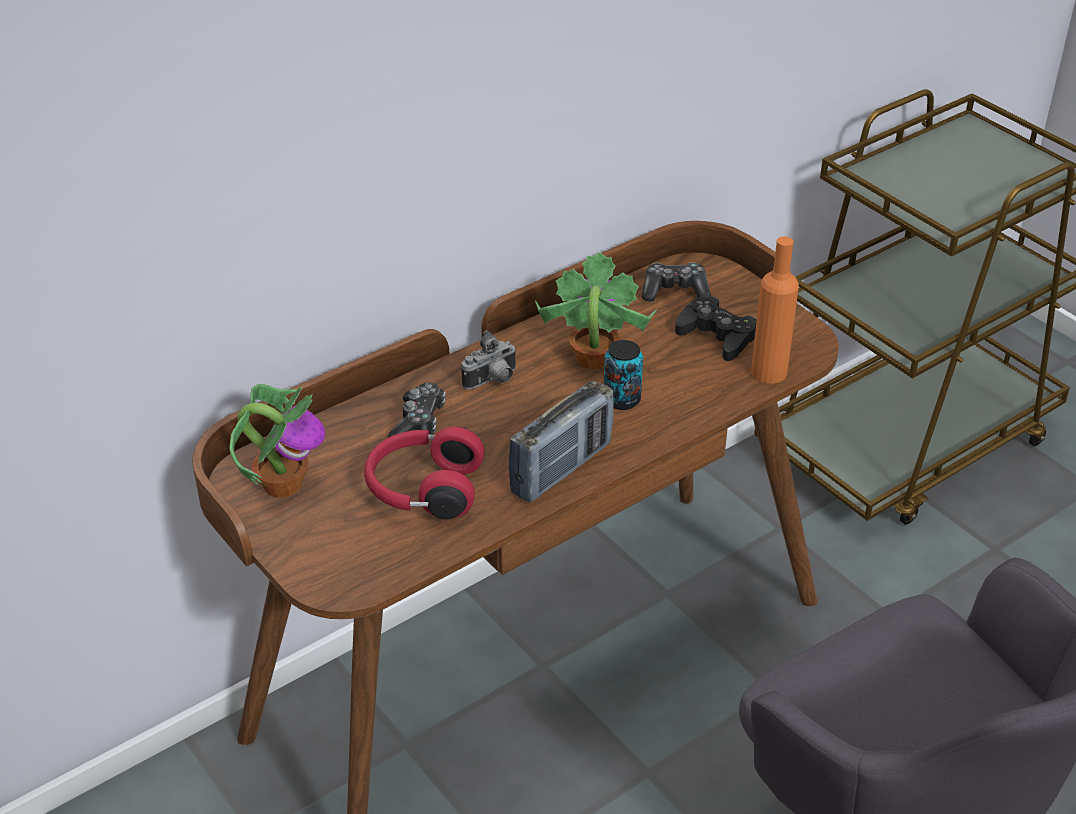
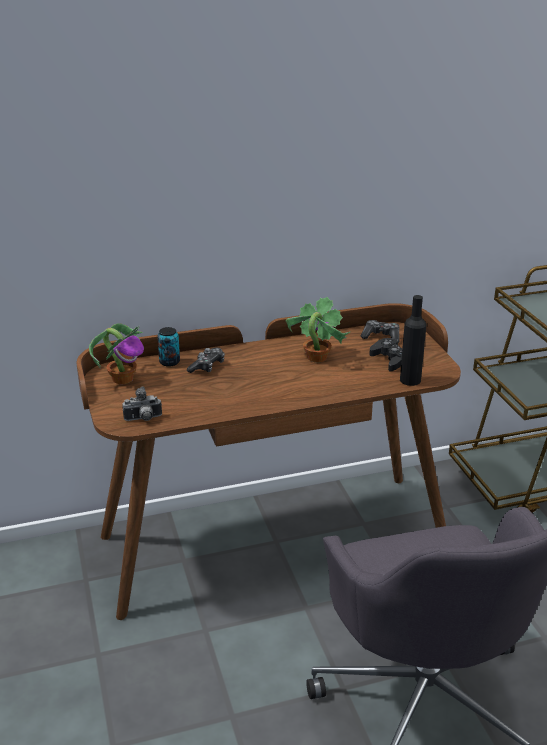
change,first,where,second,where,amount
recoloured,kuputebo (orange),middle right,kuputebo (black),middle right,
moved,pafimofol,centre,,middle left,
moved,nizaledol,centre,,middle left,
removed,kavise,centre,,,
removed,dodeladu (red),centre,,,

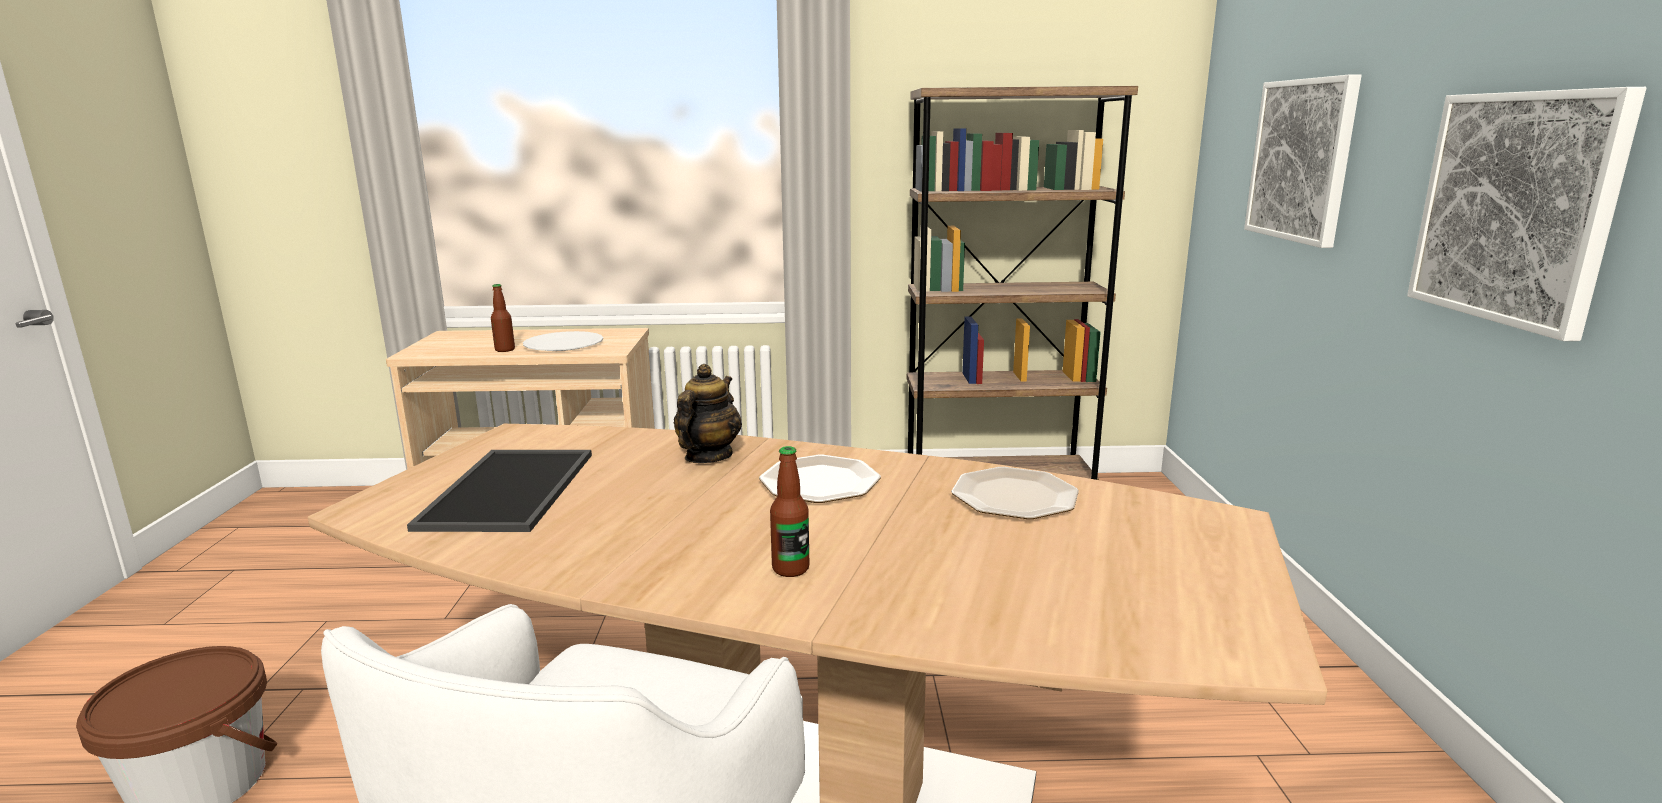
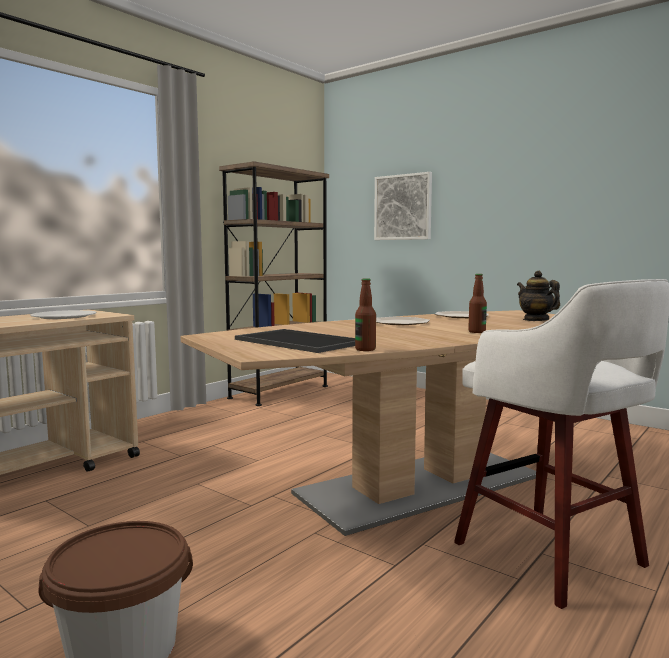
change,first,where,second,where,amount
removed,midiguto (2nd from left),top right,,,
moved,kuputebo (1st from left),middle left,,centre,
moved,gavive,centre,,middle right,

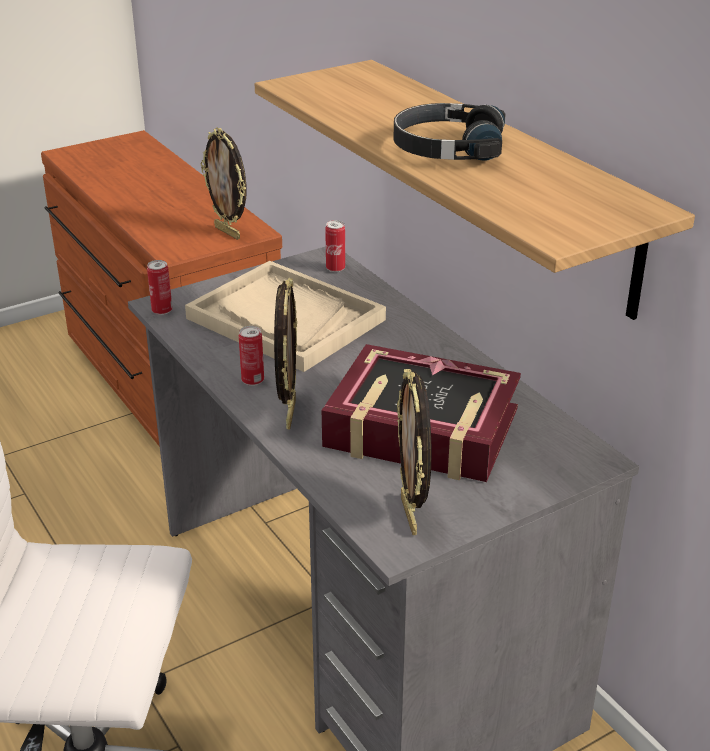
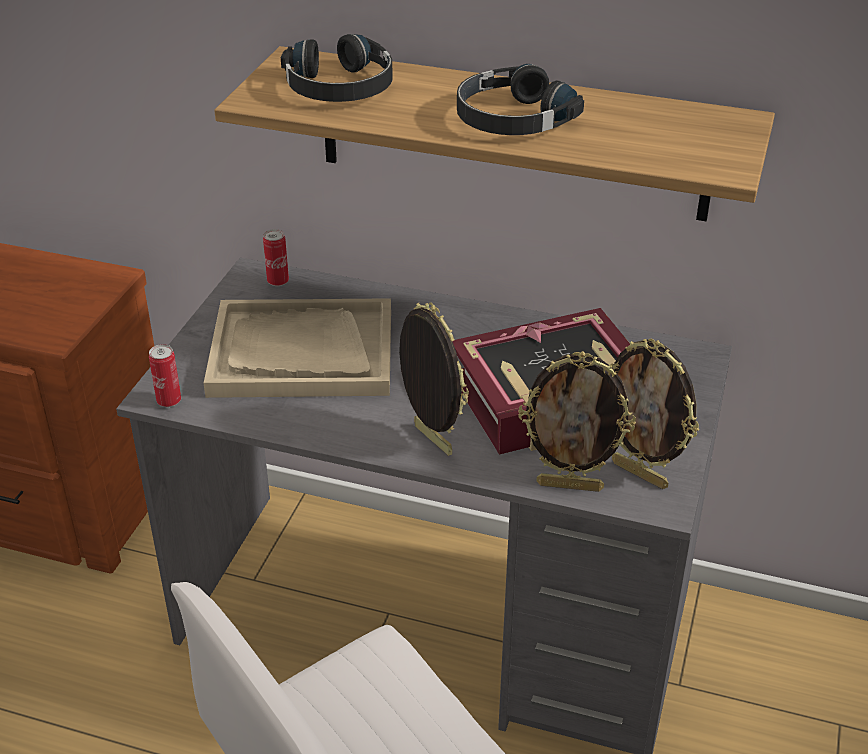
change,first,where,second,where,amount
moved,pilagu (1st from left in the first image),top left,pilagu (2nd from left),centre,
removed,nizaledol (2nd from left),centre,,,
added,,,dodeladu (black) (1st from left),top centre,

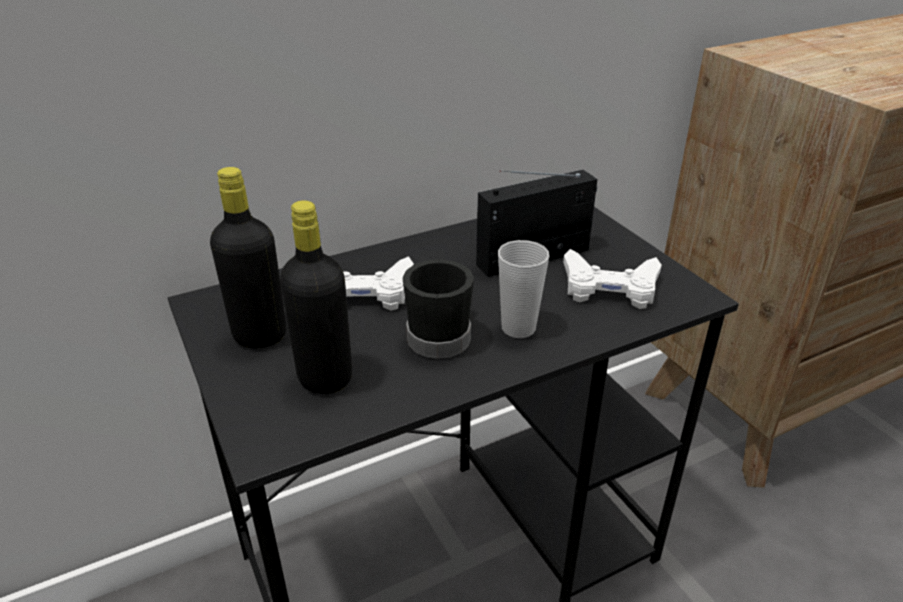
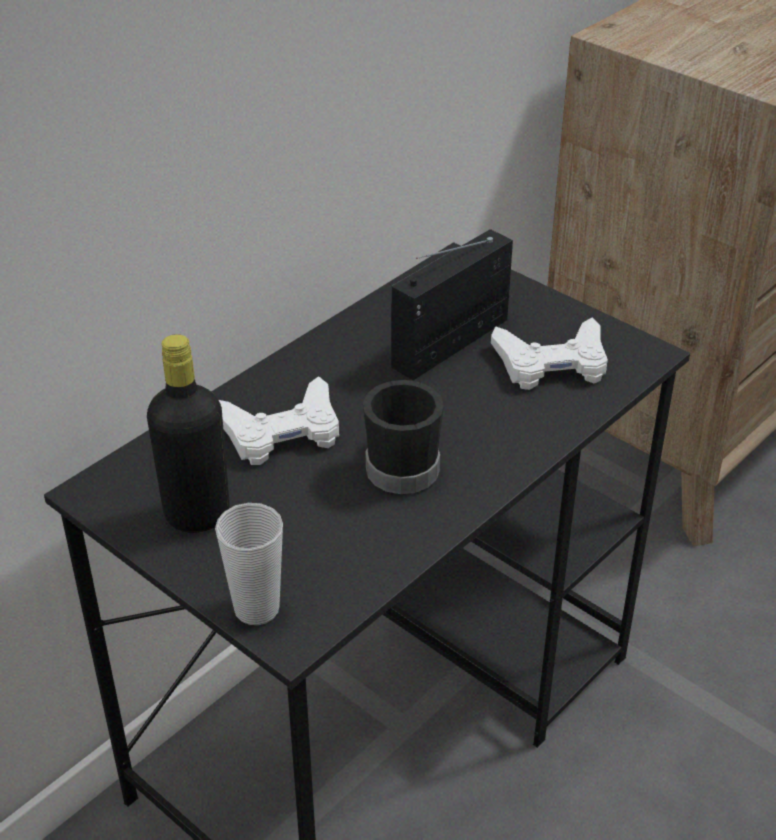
change,first,where,second,where,amount
removed,kuputebo (black) (2nd from left),centre,,,
moved,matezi,centre,,bottom left,

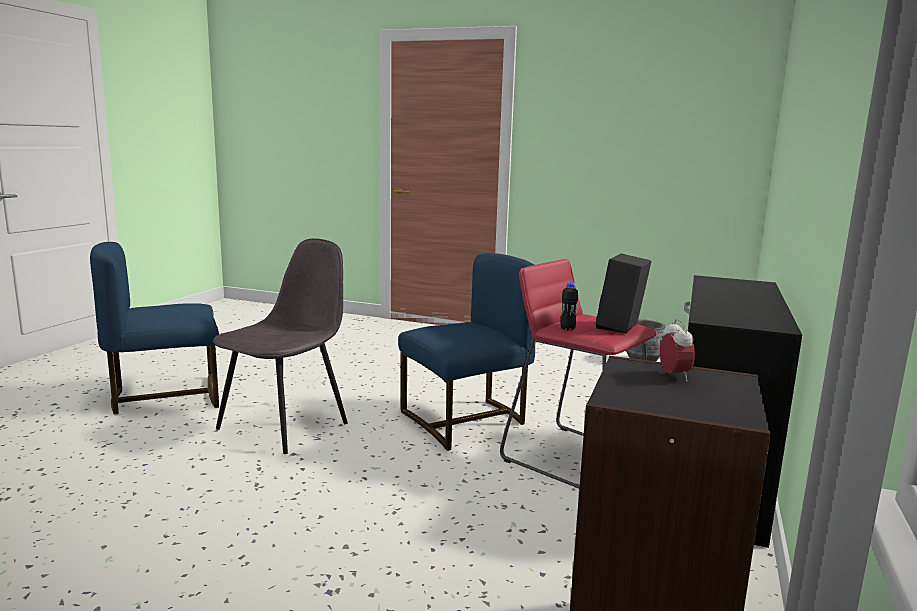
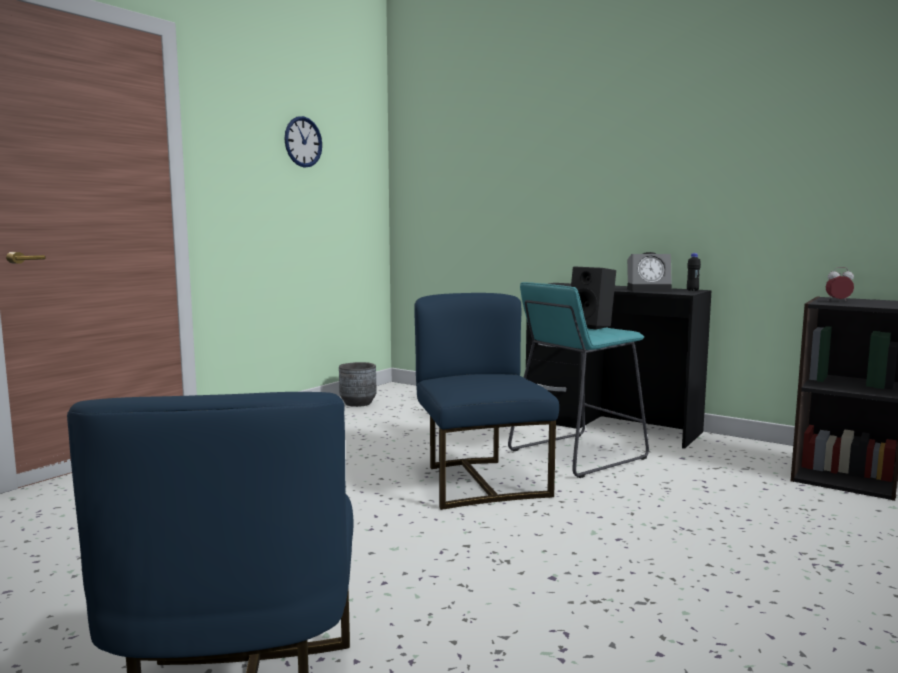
change,first,where,second,where,amount
removed,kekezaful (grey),middle left,,,
recoloured,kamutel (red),centre,kamutel (turquoise),centre,
moved,kuputebo (black),centre,,middle right,
added,,,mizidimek,top centre,
added,,,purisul (1st from left),middle right,

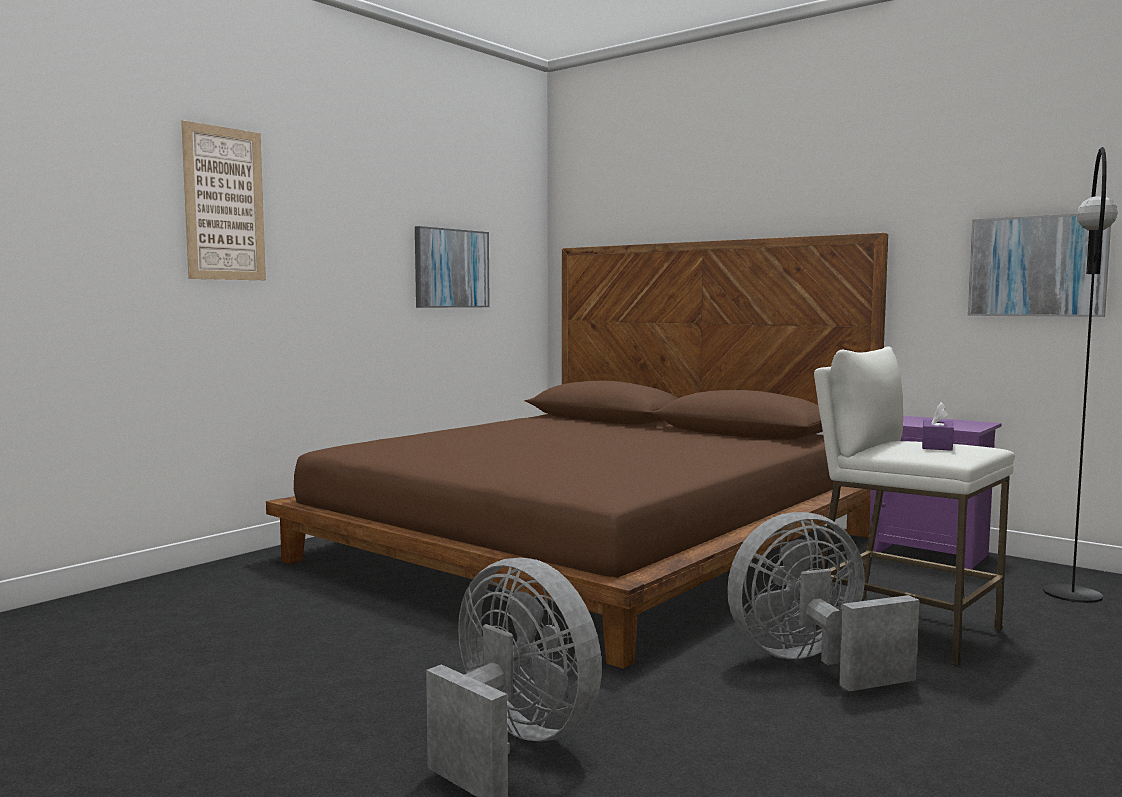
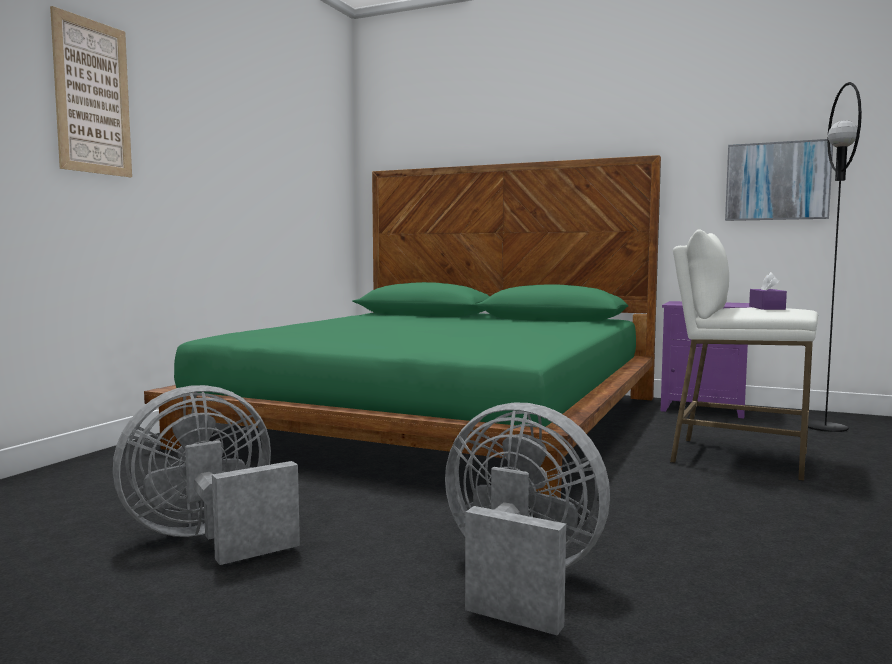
change,first,where,second,where,amount
removed,midiguto (2nd from left),centre,,,
recoloured,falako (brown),centre,falako (green),centre,
moved,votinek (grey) (2nd from left in the first image),bottom right,votinek (grey) (1st from left),bottom left,

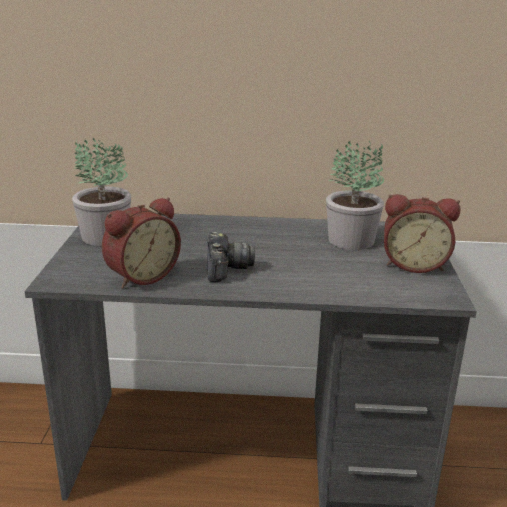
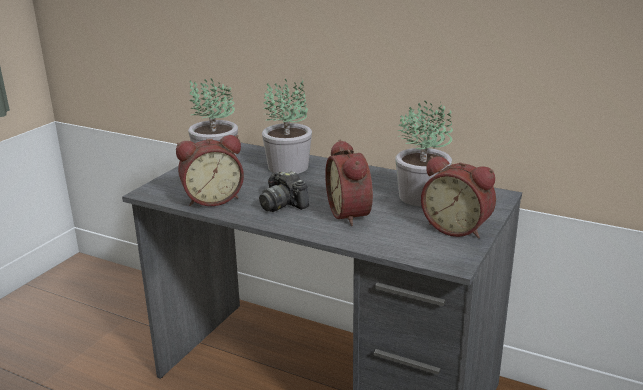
change,first,where,second,where,amount
turned,pafimofol,centre,,centre,120 degrees clockwise
added,,,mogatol (2nd from left),top centre,
added,,,purisul (2nd from left),centre,

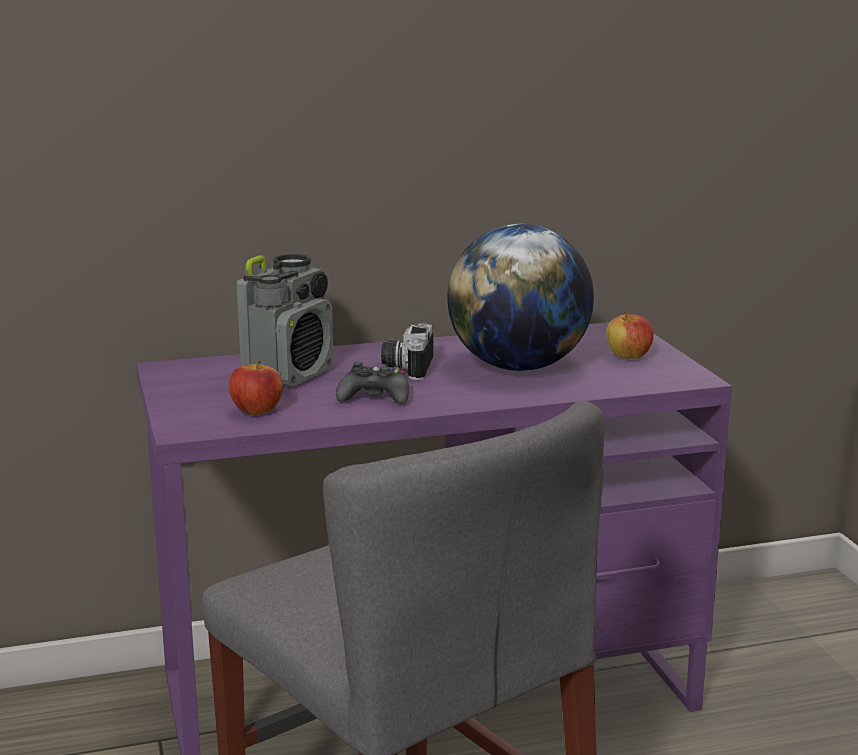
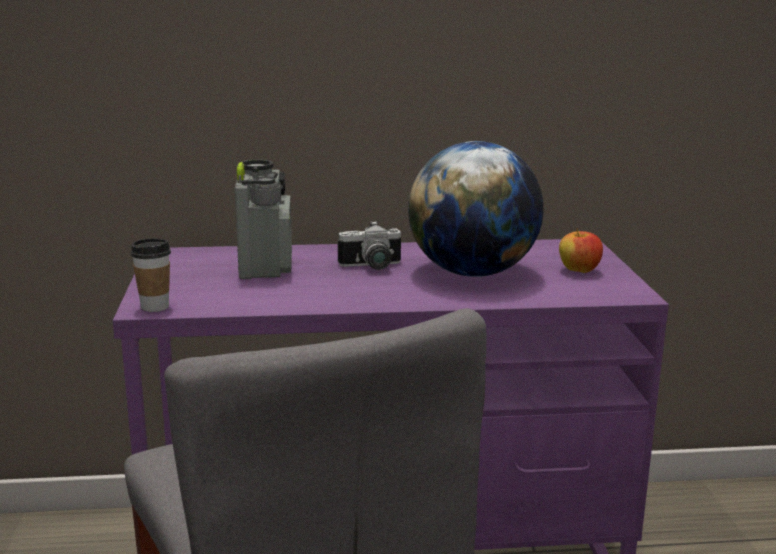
change,first,where,second,where,amount
turned,kavise,middle left,,centre,45 degrees counterclockwise
turned,pafimofol,centre,,centre,120 degrees counterclockwise
removed,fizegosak (1st from left),middle left,,,
removed,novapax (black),centre,,,
added,,,matezi,middle left,

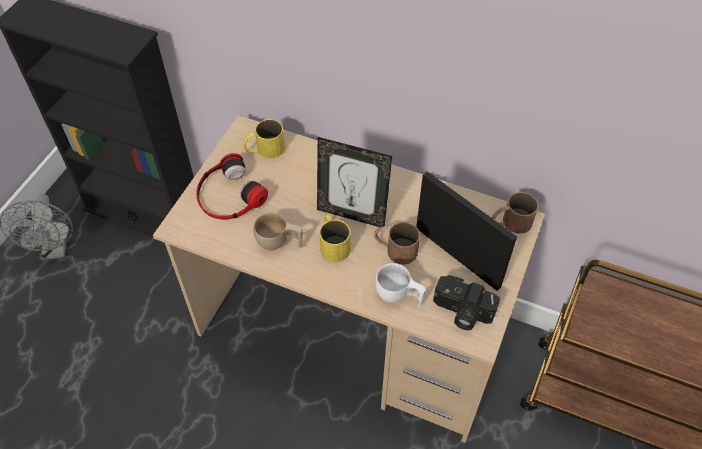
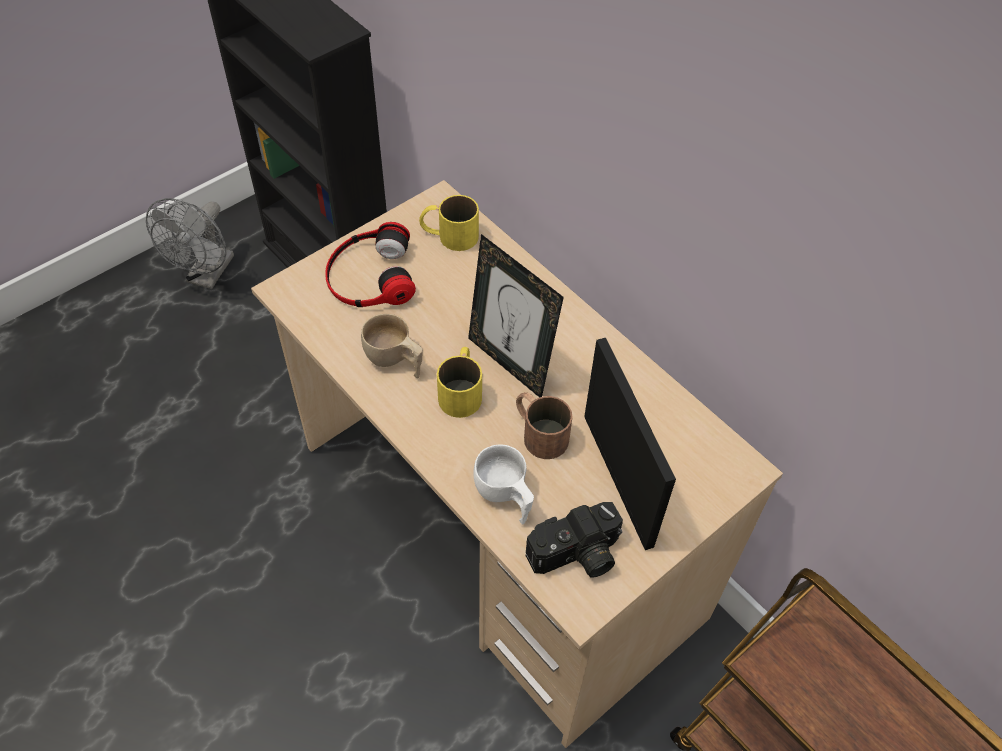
change,first,where,second,where,amount
removed,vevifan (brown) (2nd from left),middle right,,,
turned,pafimofol,bottom centre,,bottom centre,75 degrees counterclockwise

